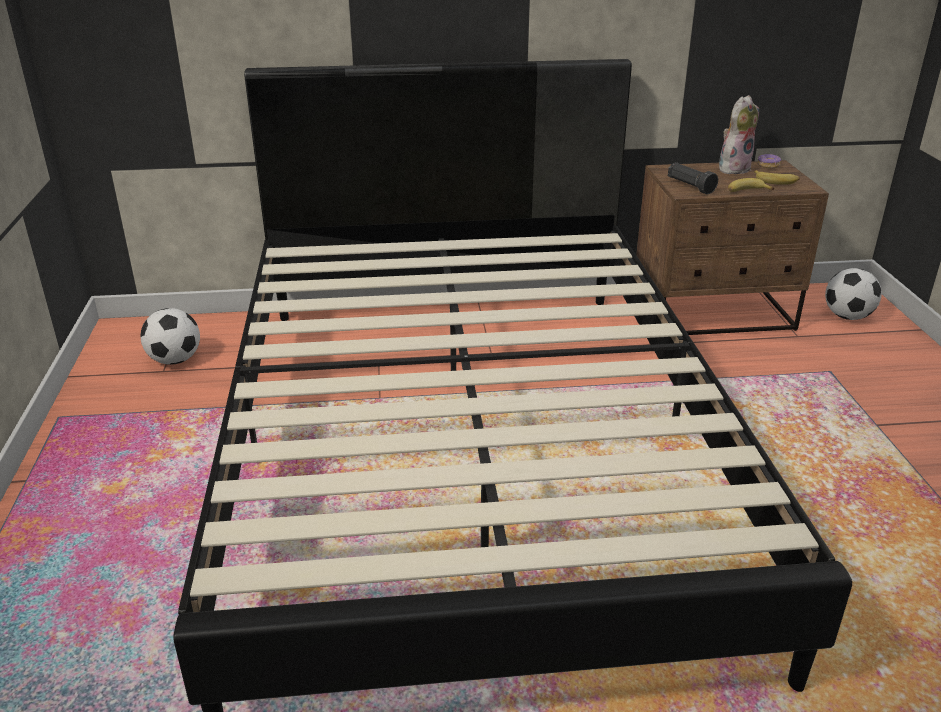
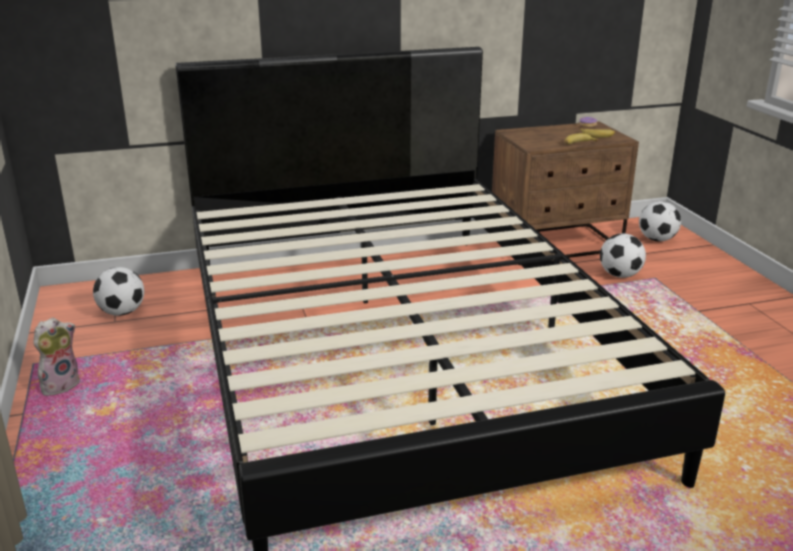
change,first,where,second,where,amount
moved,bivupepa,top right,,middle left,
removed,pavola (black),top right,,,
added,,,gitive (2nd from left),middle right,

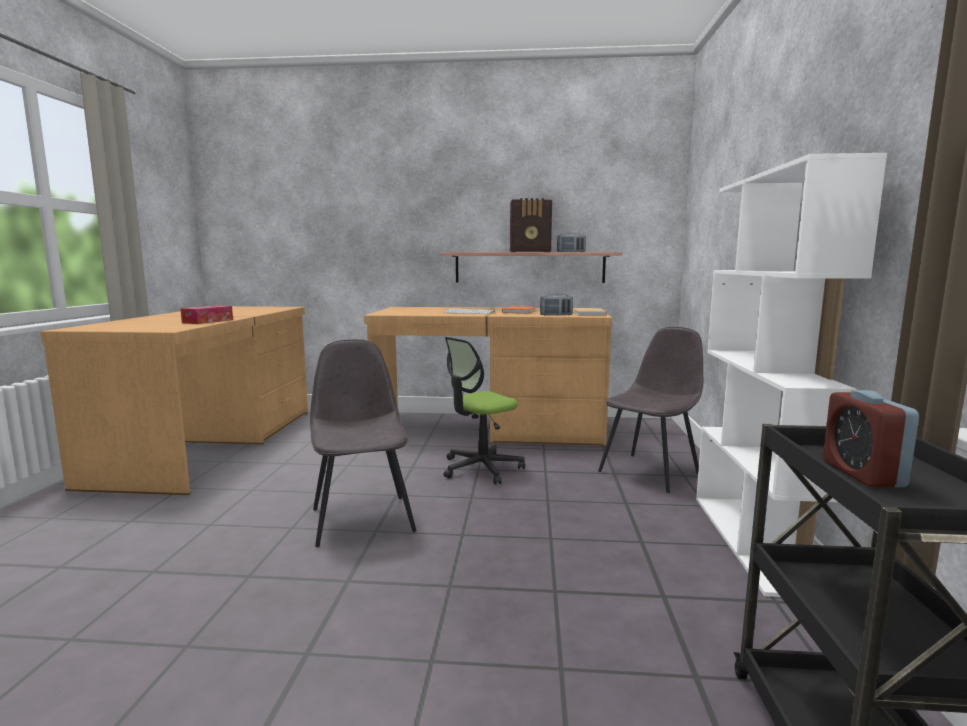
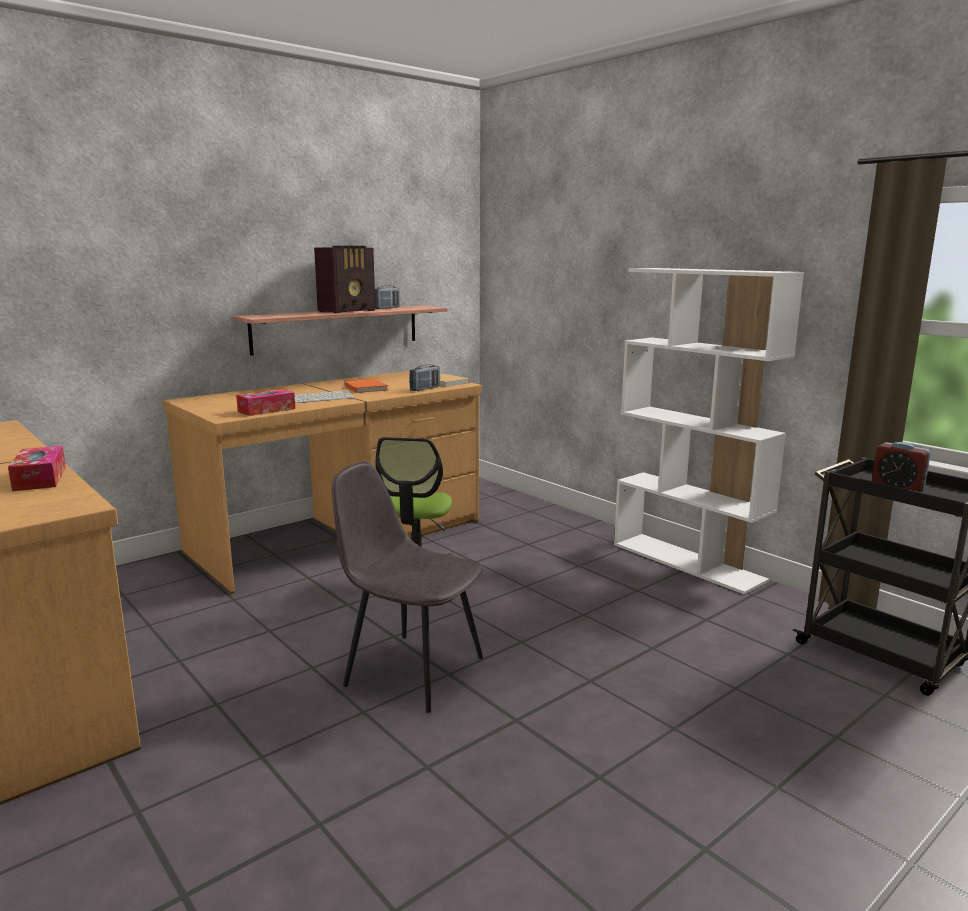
change,first,where,second,where,amount
removed,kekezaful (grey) (2nd from left),middle right,,,
added,,,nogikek (2nd from left),middle left,

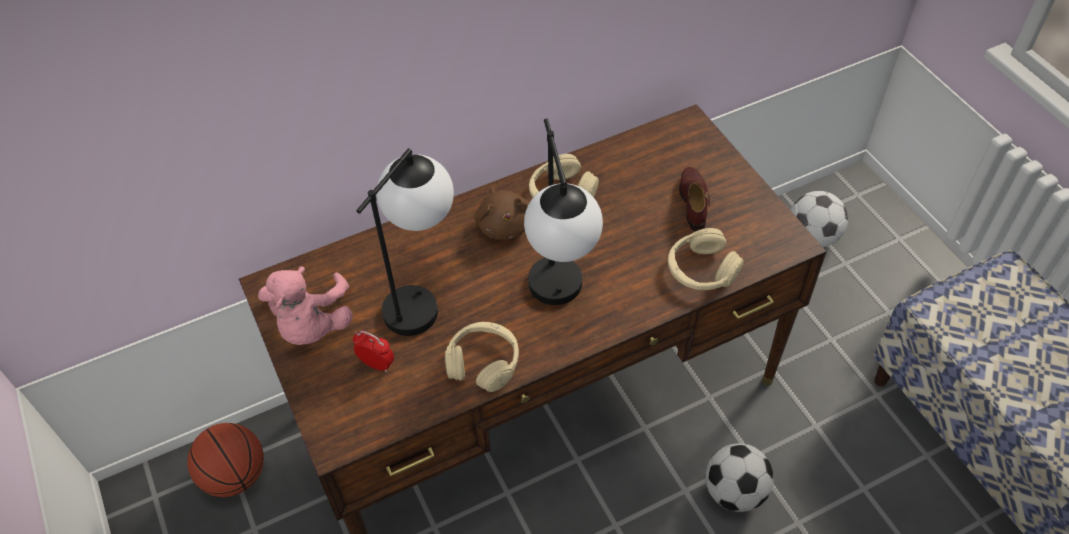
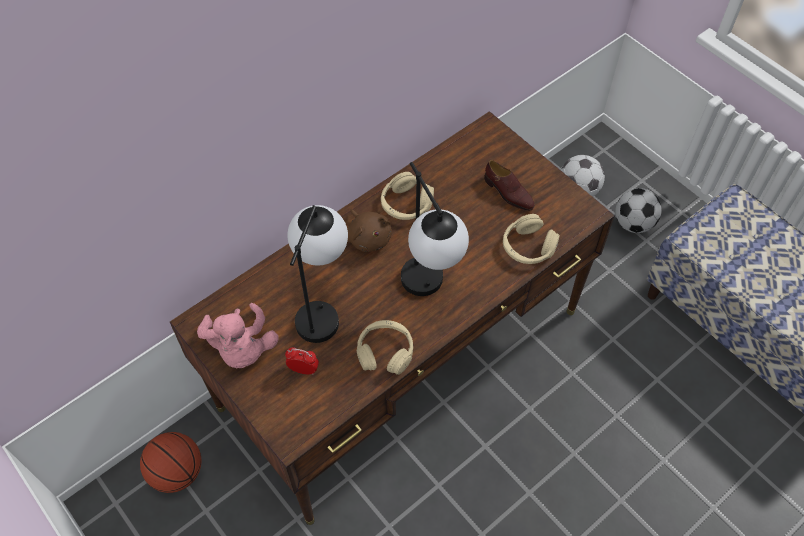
change,first,where,second,where,amount
turned,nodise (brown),centre,,centre,150 degrees clockwise
moved,gitive (1st from left in the first image),bottom right,gitive (2nd from left),middle right,

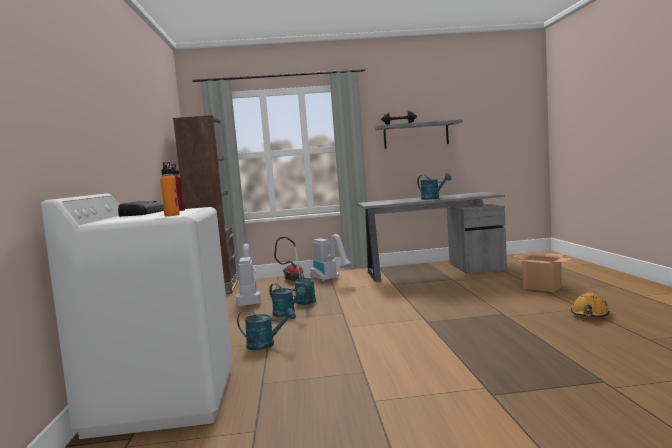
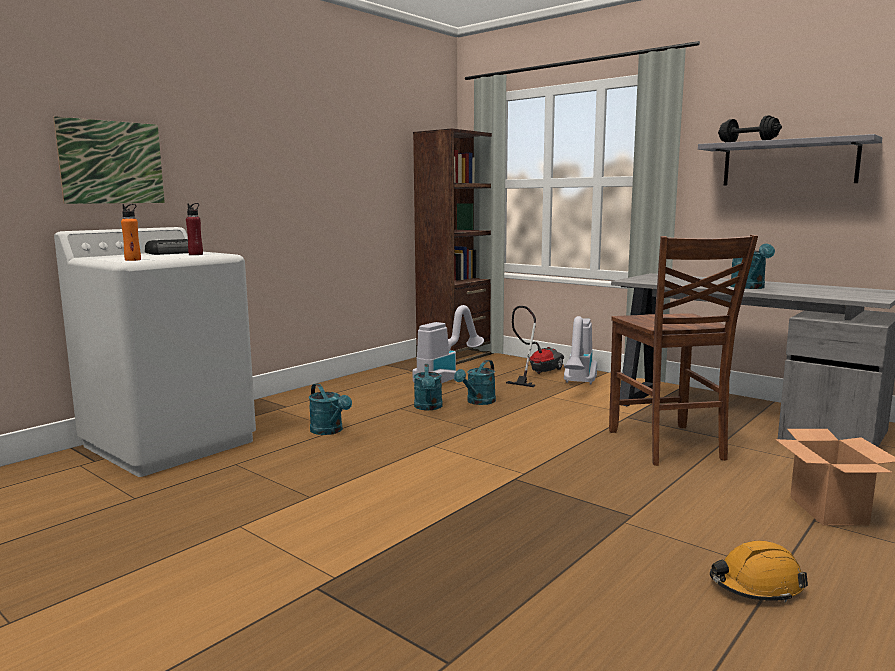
change,first,where,second,where,amount
added,,,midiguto,top left,
added,,,kekezaful (brown),middle right,

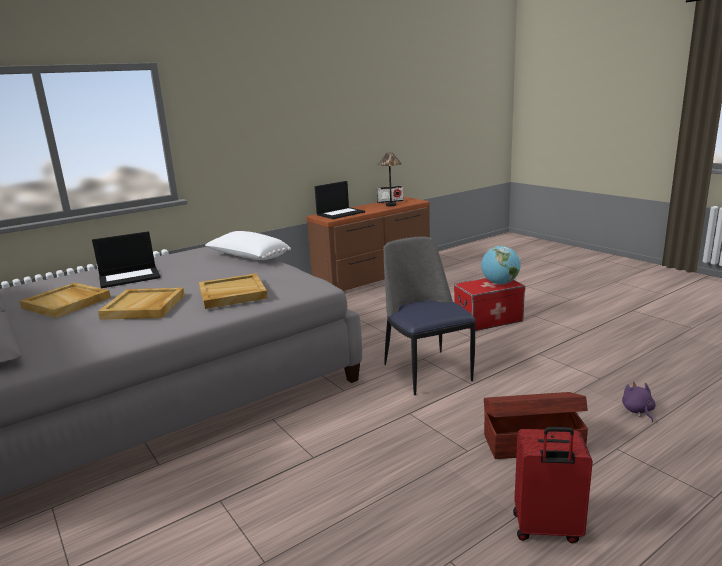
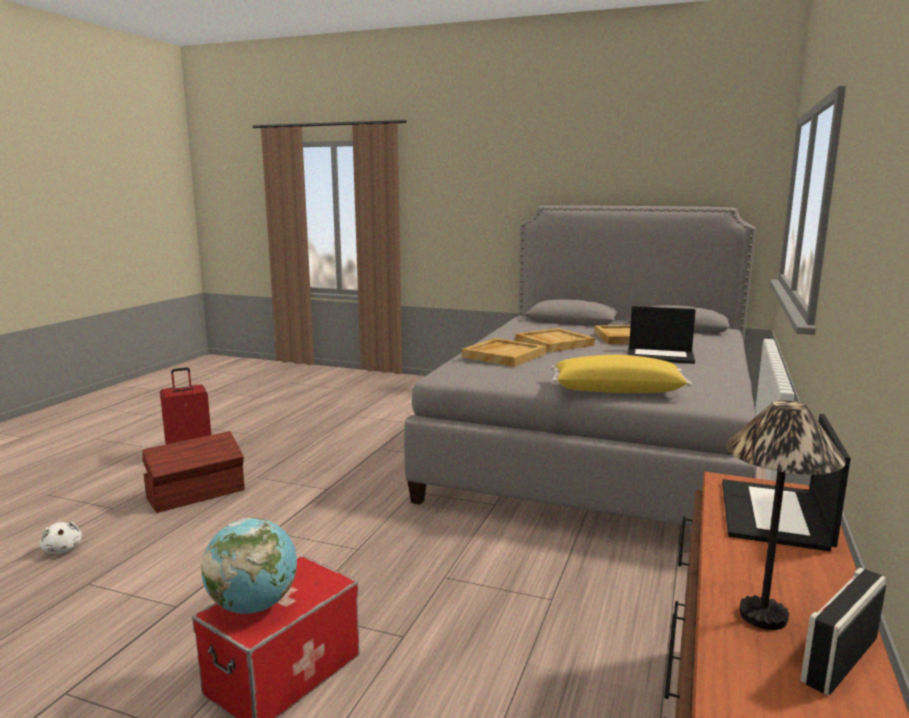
change,first,where,second,where,amount
turned,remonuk (1st from left),middle left,,middle right,105 degrees counterclockwise
recoloured,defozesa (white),centre,defozesa (yellow),middle right,
removed,kekezaful,centre,,,
recoloured,bivupepa (purple),bottom right,bivupepa (white),bottom left,

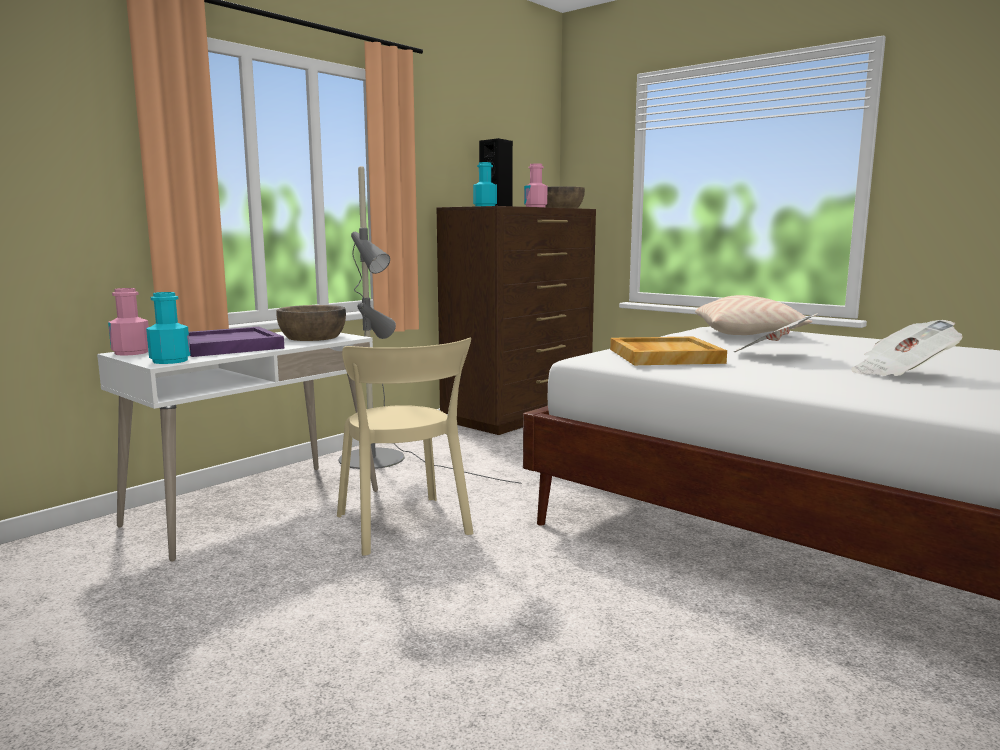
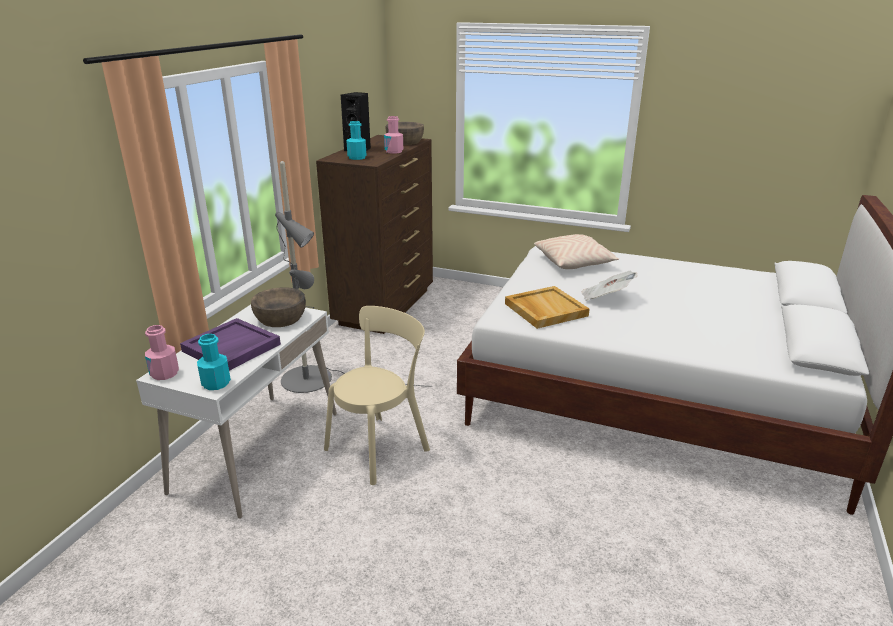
change,first,where,second,where,amount
removed,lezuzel (2nd from left),middle right,,,
turned,kekezaful (beige),centre,,centre,90 degrees counterclockwise

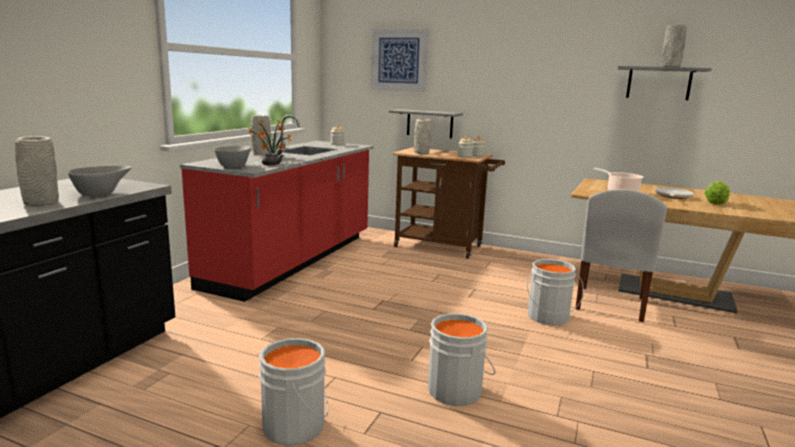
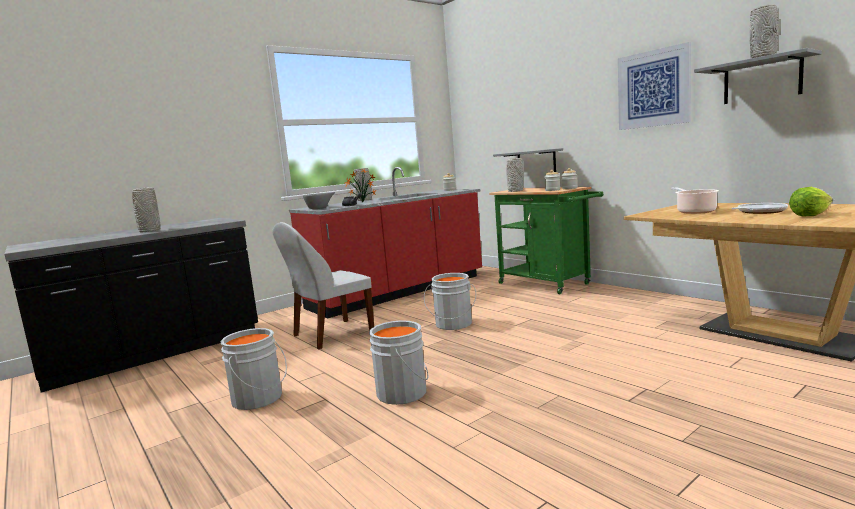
change,first,where,second,where,amount
moved,midiguto,top centre,,top right,
recoloured,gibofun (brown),centre,gibofun (green),centre,
removed,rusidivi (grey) (1st from left),middle left,,,
moved,kekezaful (white),middle right,,centre,
moved,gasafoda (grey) (3rd from left),middle right,,centre,

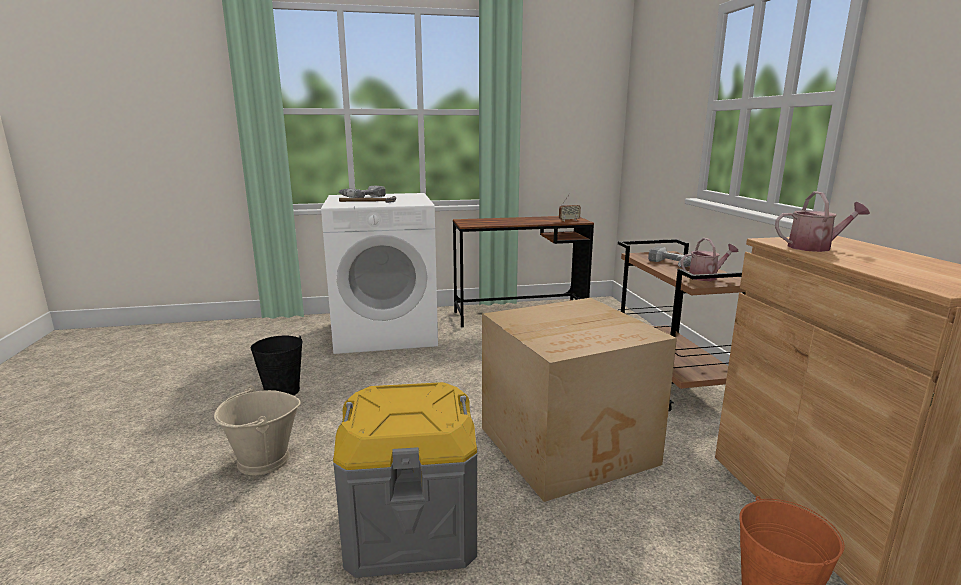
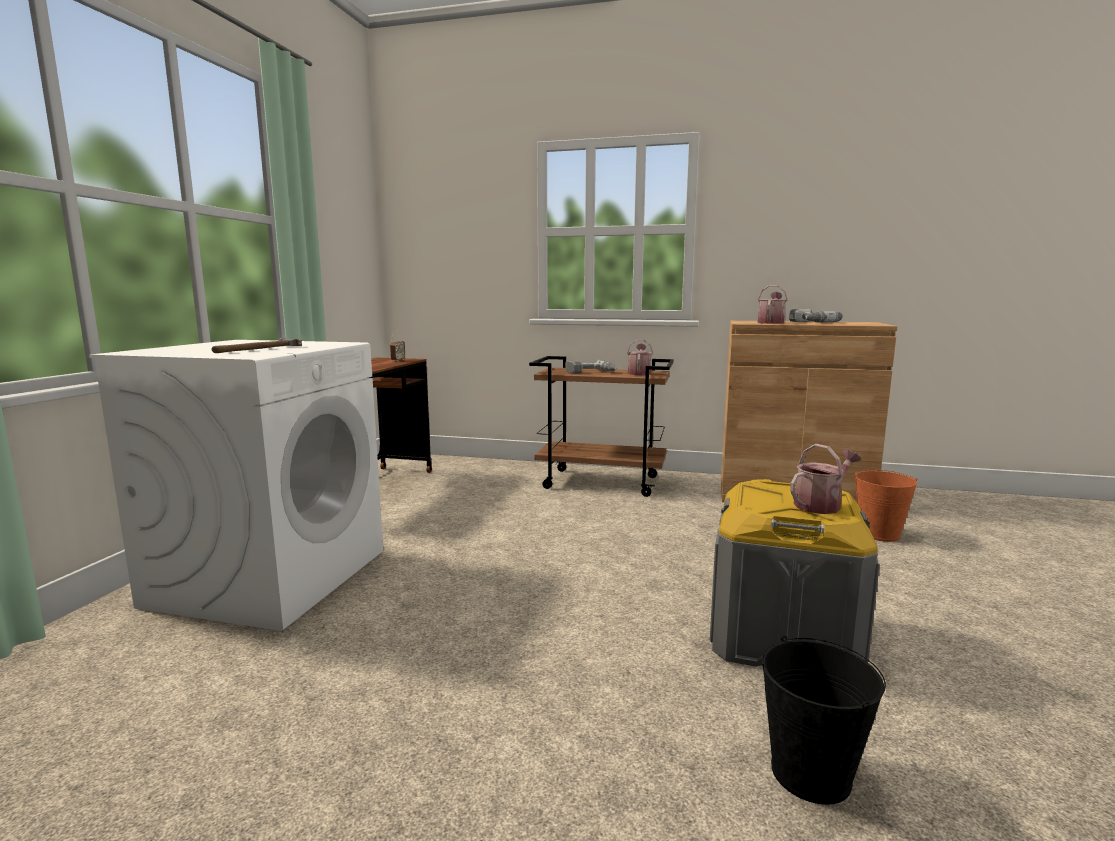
change,first,where,second,where,amount
moved,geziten (1st from left in the first image),top centre,geziten (2nd from left),middle right,
removed,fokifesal,bottom centre,,,
moved,gasafoda (black),middle left,,bottom right,
removed,gasafoda (beige),bottom left,,,
added,,,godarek (3rd from left),middle right,

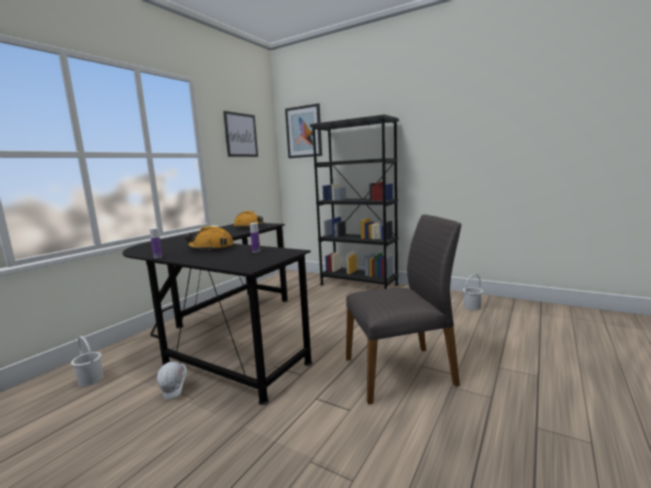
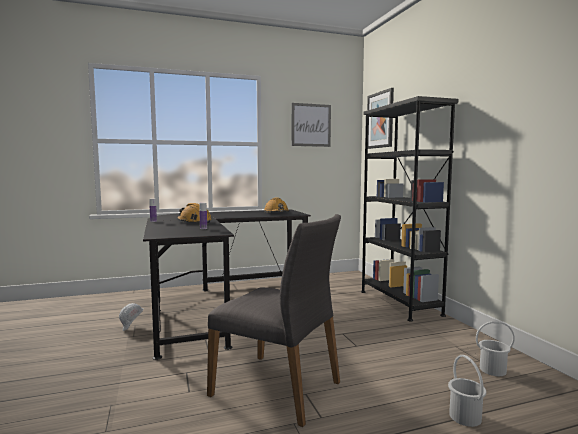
change,first,where,second,where,amount
moved,gasafoda (white) (1st from left),bottom left,,bottom right,

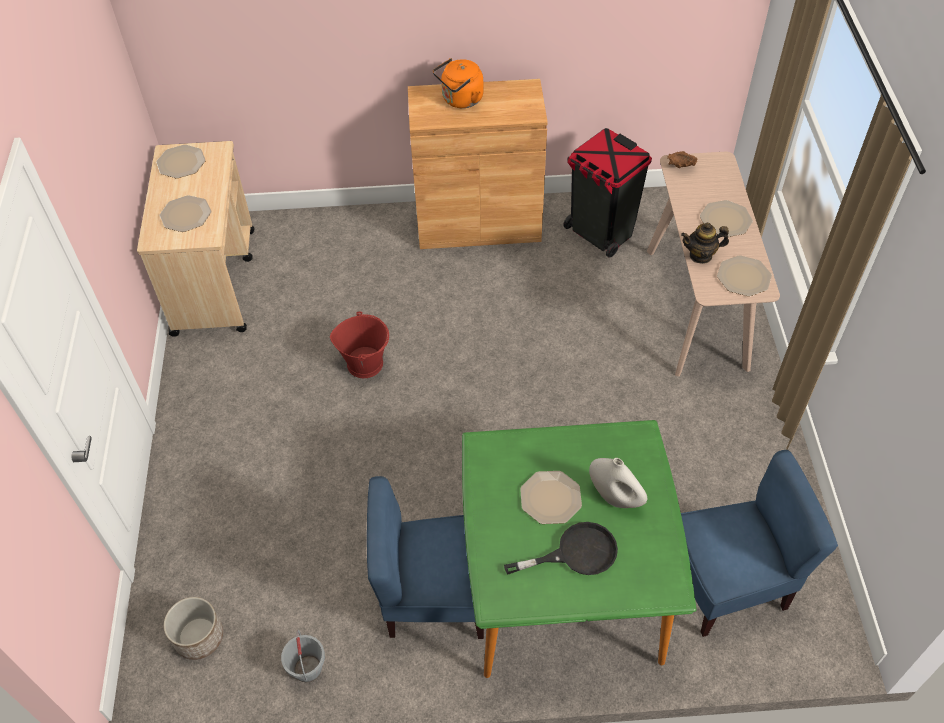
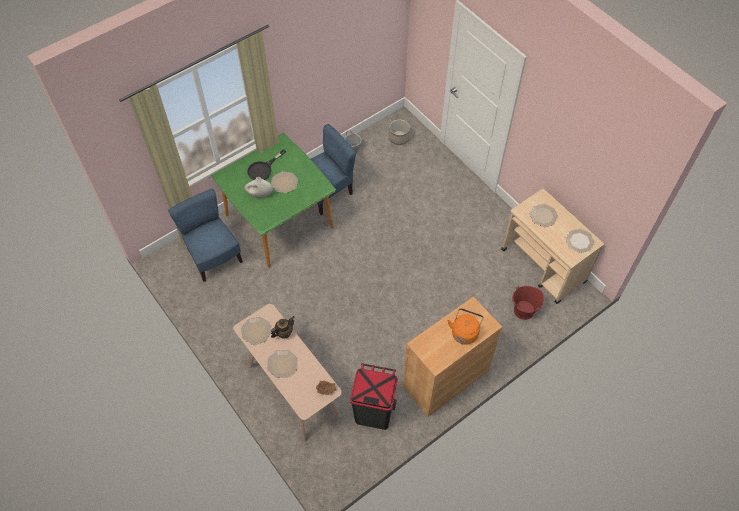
change,first,where,second,where,amount
moved,gasafoda (red),centre,,middle right,
turned,kekezaful (blue) (2nd from left in the first image),bottom right,kekezaful (blue) (1st from left),middle left,105 degrees clockwise

